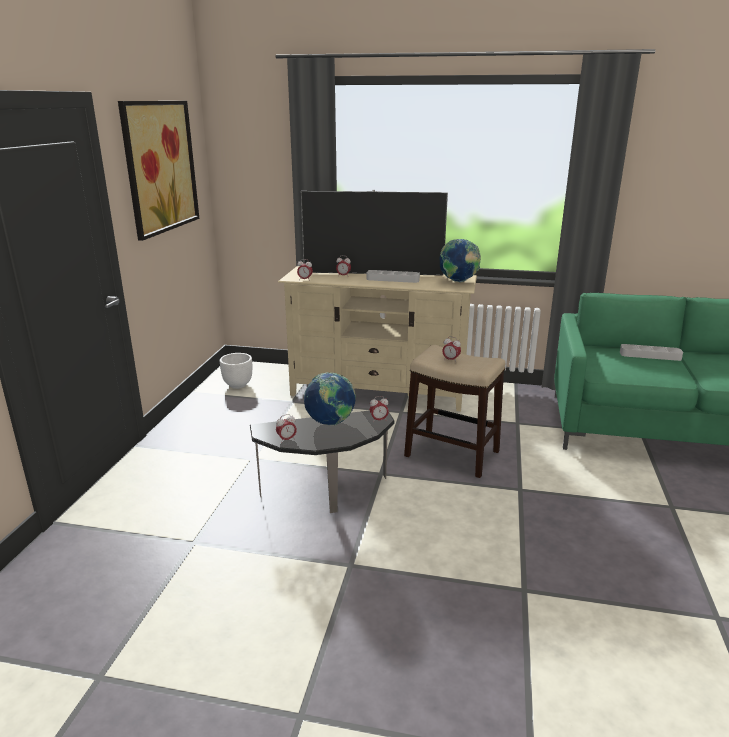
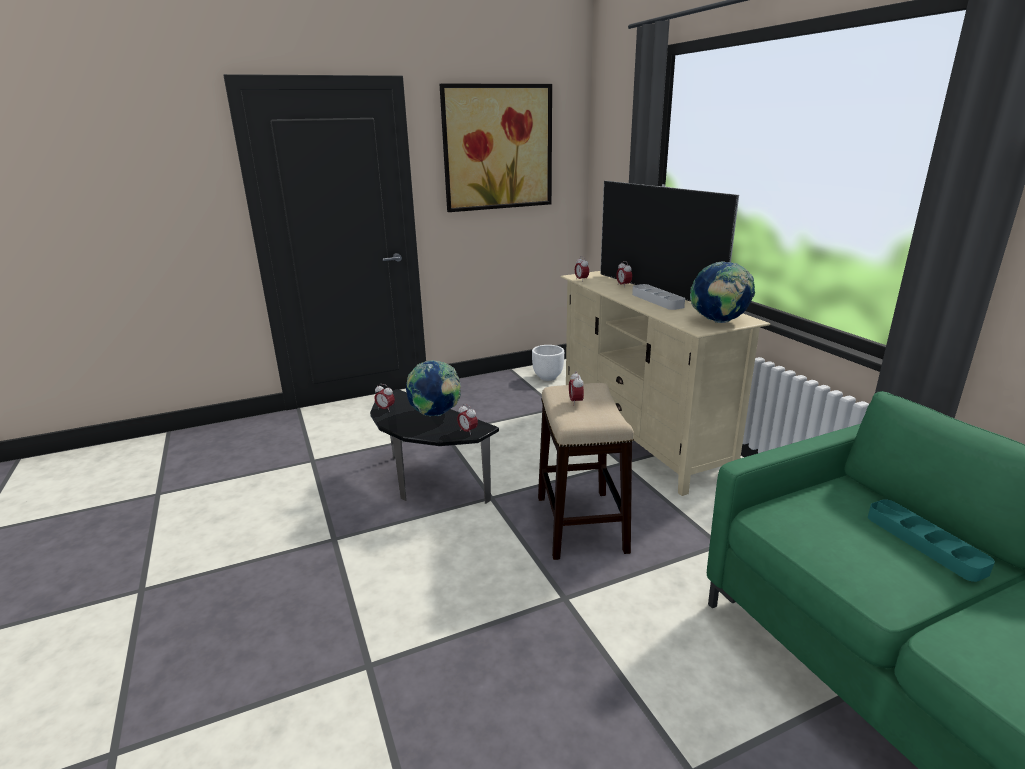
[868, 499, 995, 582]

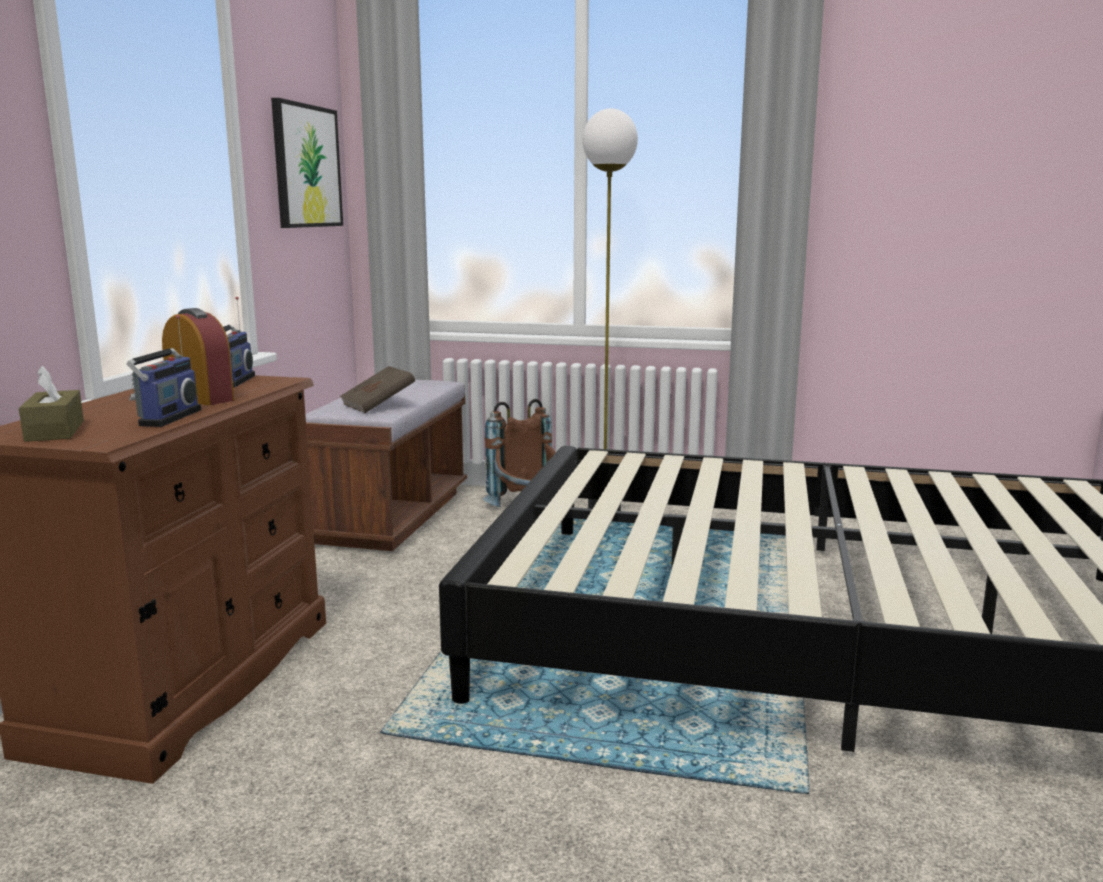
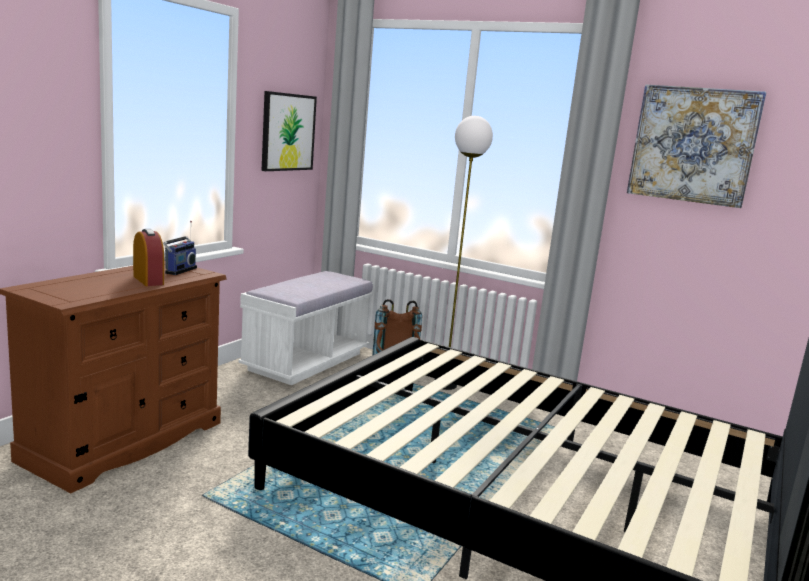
[238, 271, 374, 385]
[627, 84, 767, 208]
[19, 366, 84, 442] (first image)
[126, 315, 201, 427] (first image)
[340, 366, 415, 413] (first image)

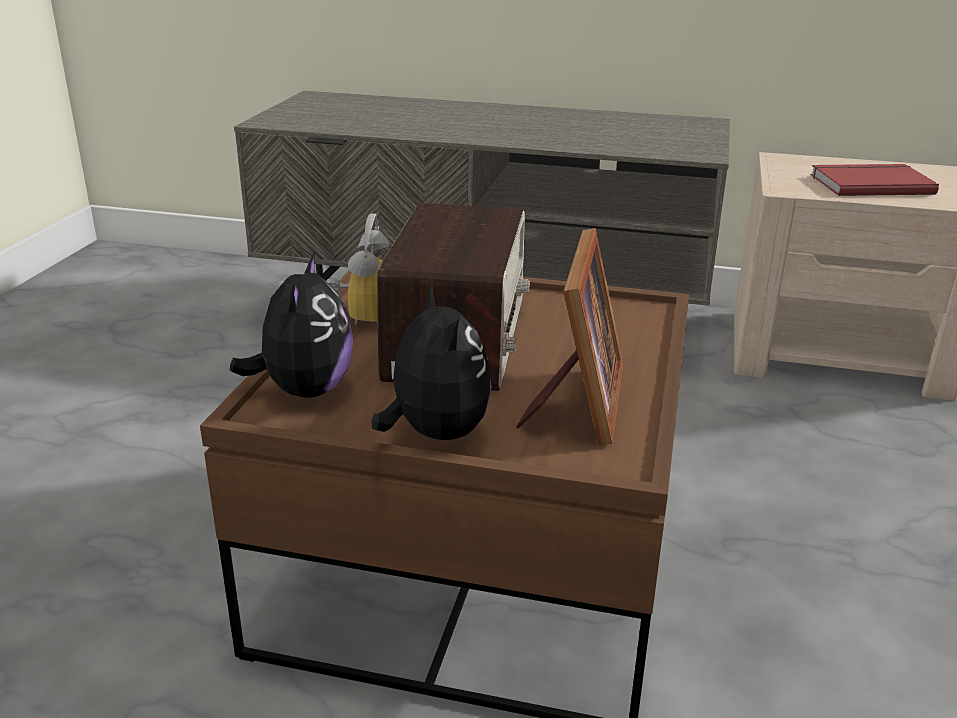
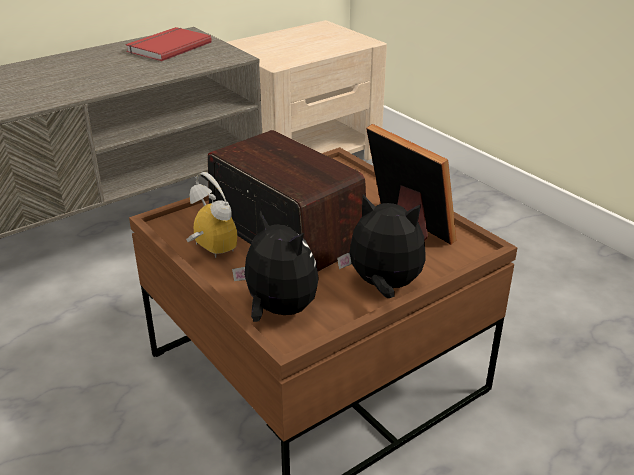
[125, 27, 212, 61]

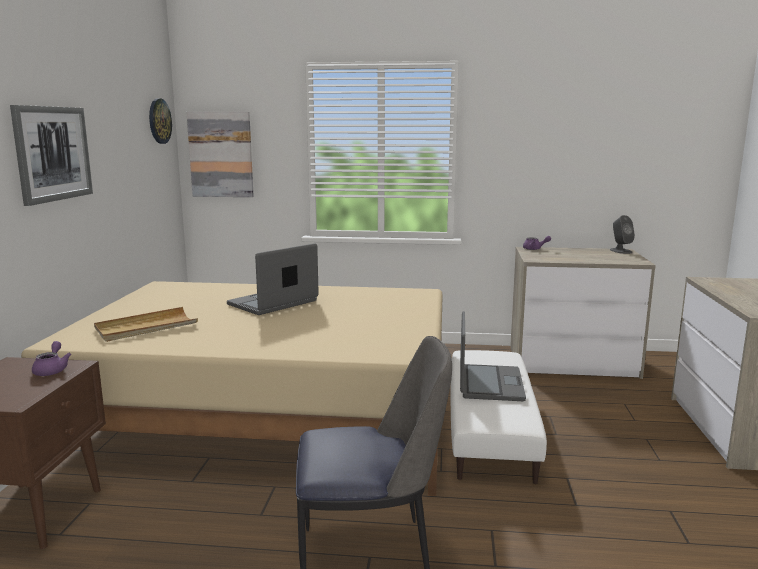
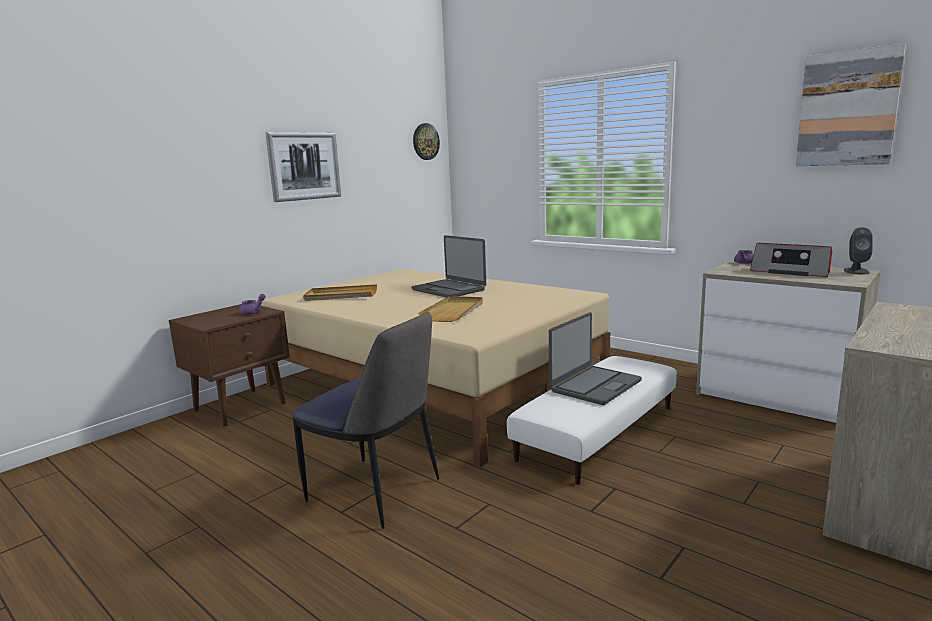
[412, 235, 486, 298]
[418, 296, 483, 322]
[750, 243, 832, 277]
[796, 43, 906, 166]

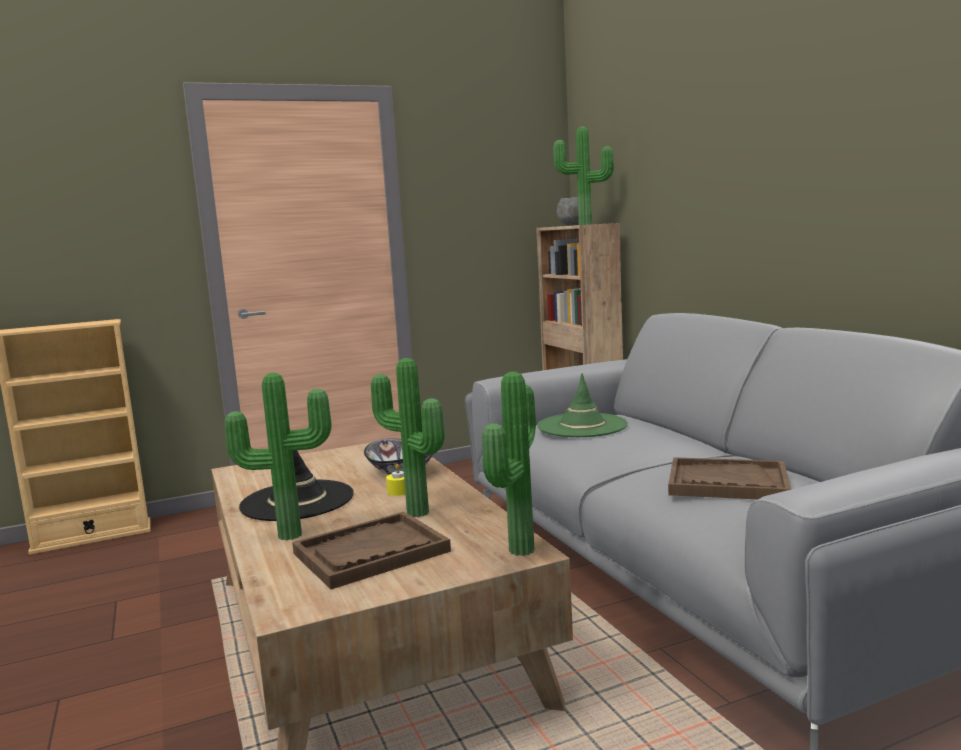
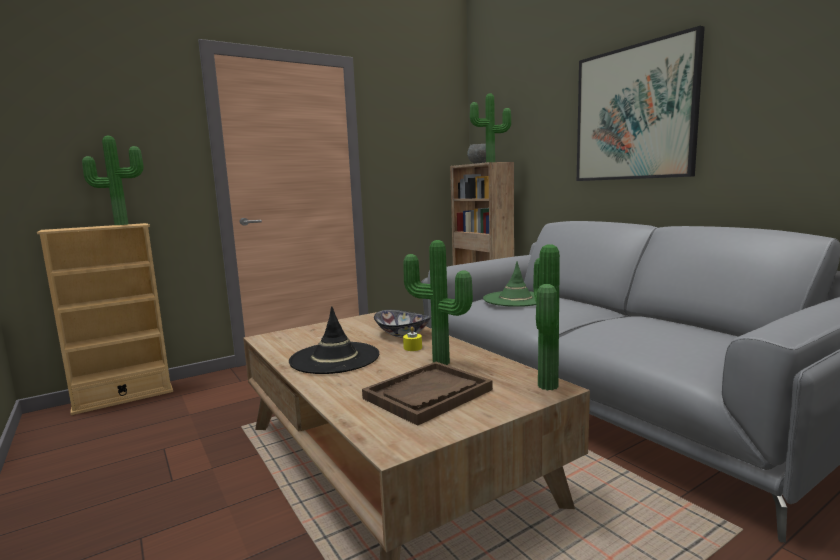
[82, 136, 144, 225]
[577, 26, 705, 181]
[668, 457, 791, 499] (first image)

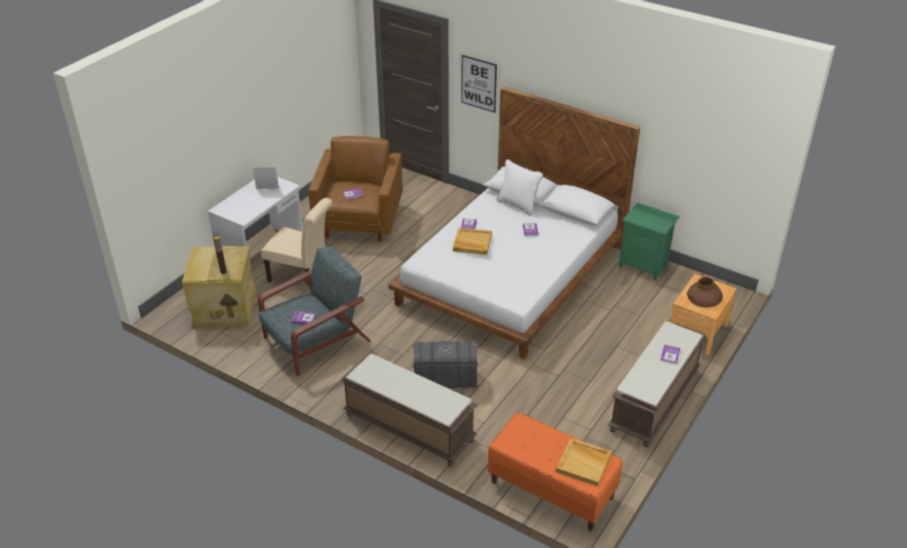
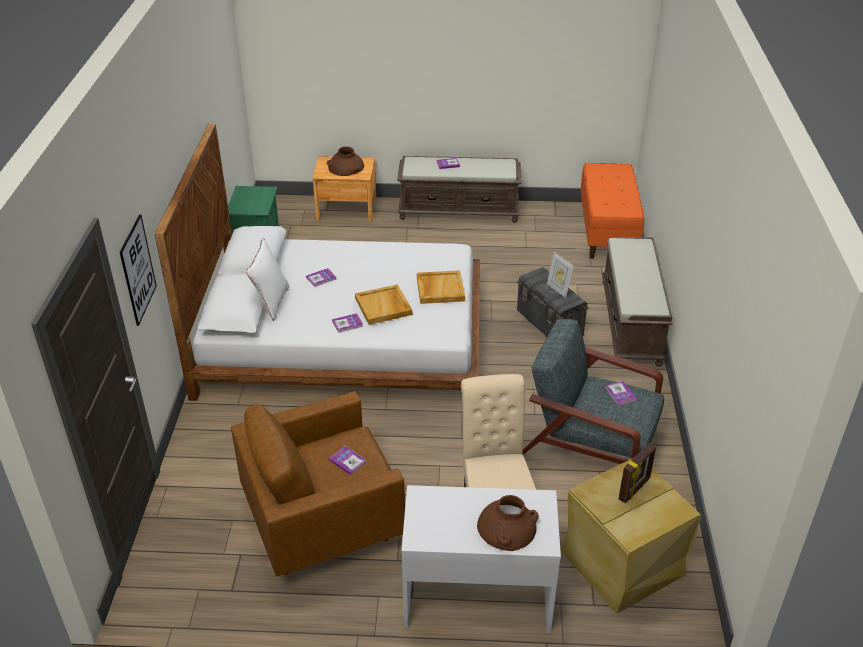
[417, 270, 465, 304]
[477, 495, 539, 551]
[547, 252, 574, 298]

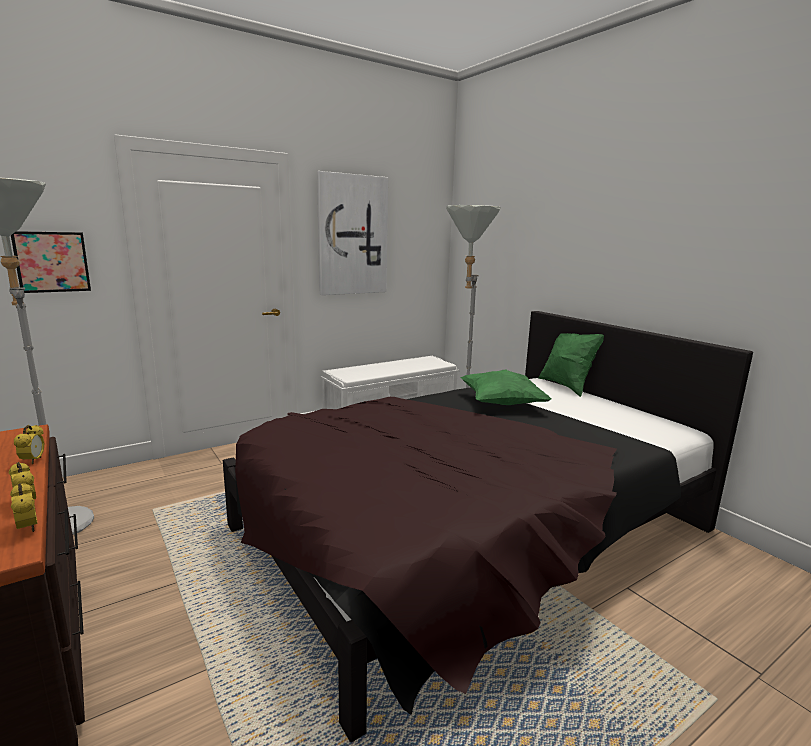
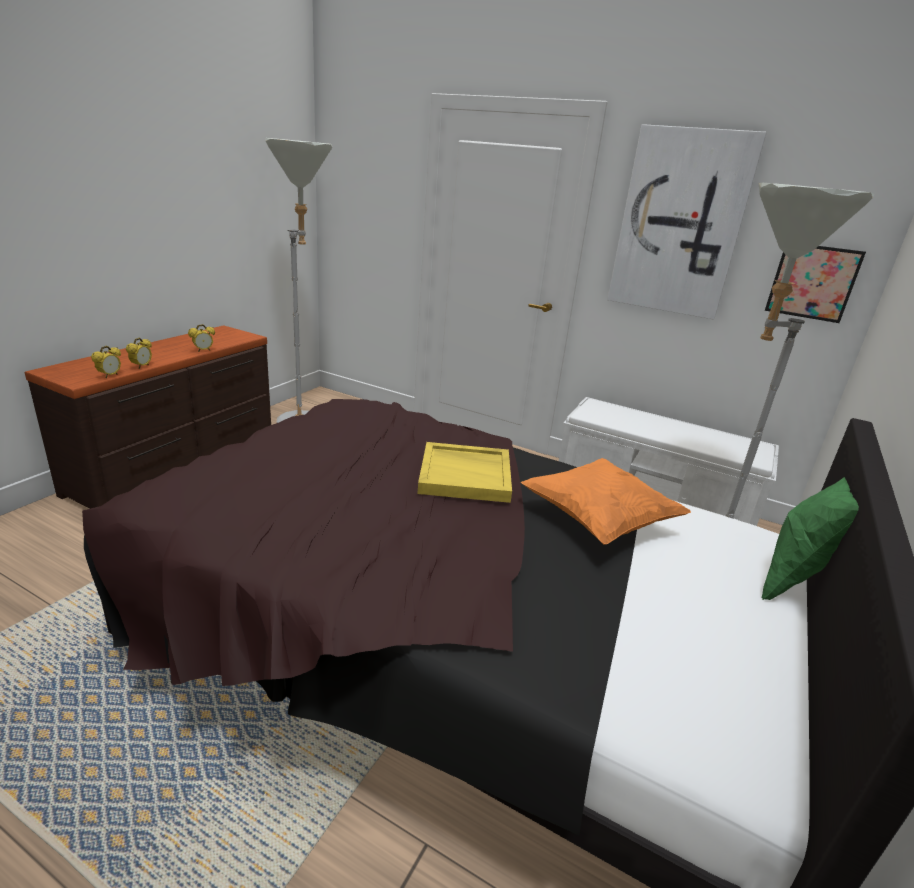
[418, 442, 512, 503]
[521, 458, 691, 545]
[765, 246, 866, 323]

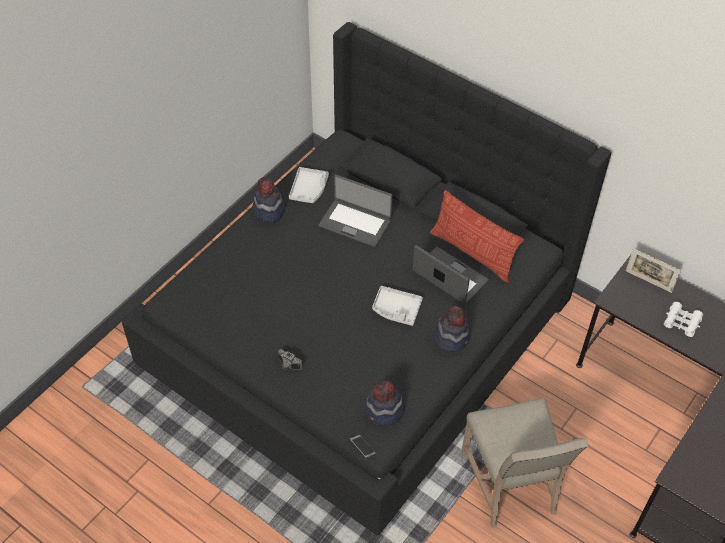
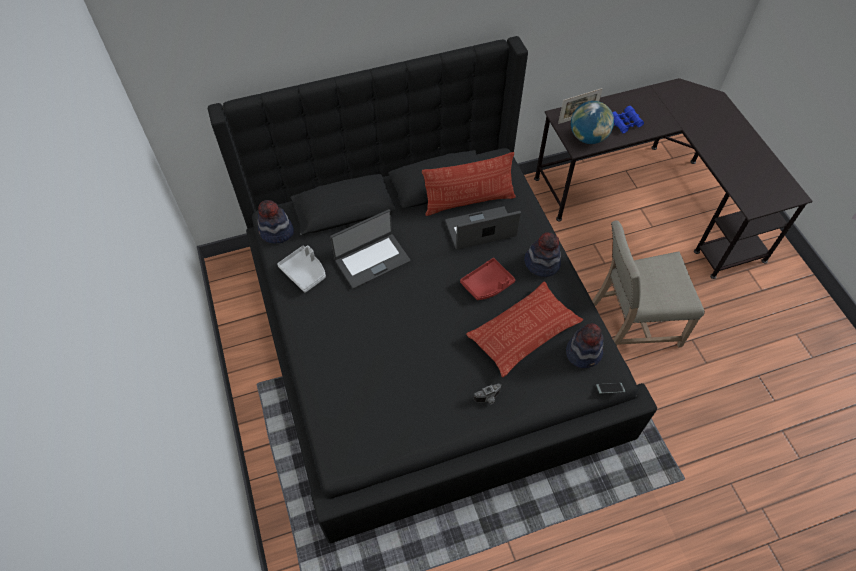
[257, 200, 294, 244]
[460, 258, 515, 300]
[466, 281, 583, 377]
[571, 101, 614, 144]
[592, 220, 705, 348]
[612, 106, 644, 133]

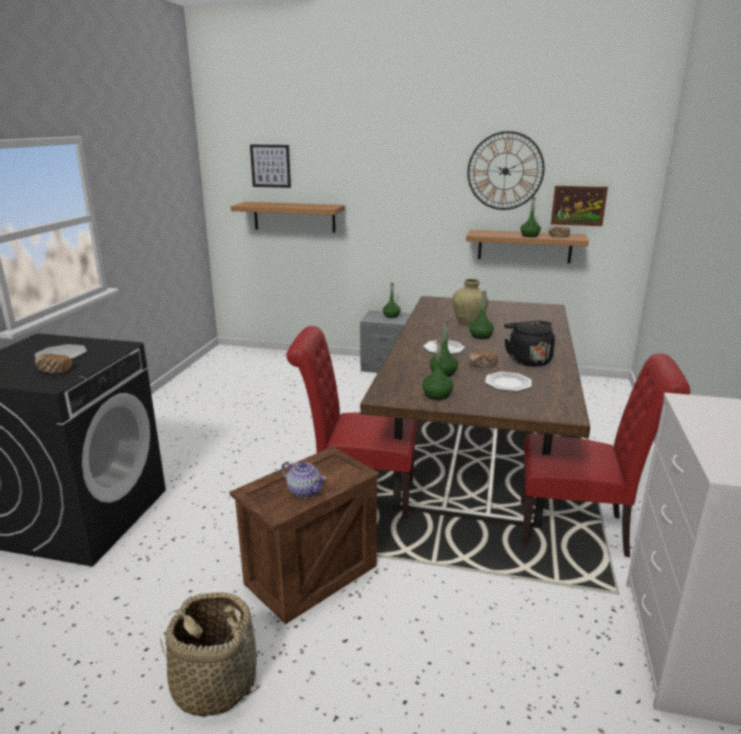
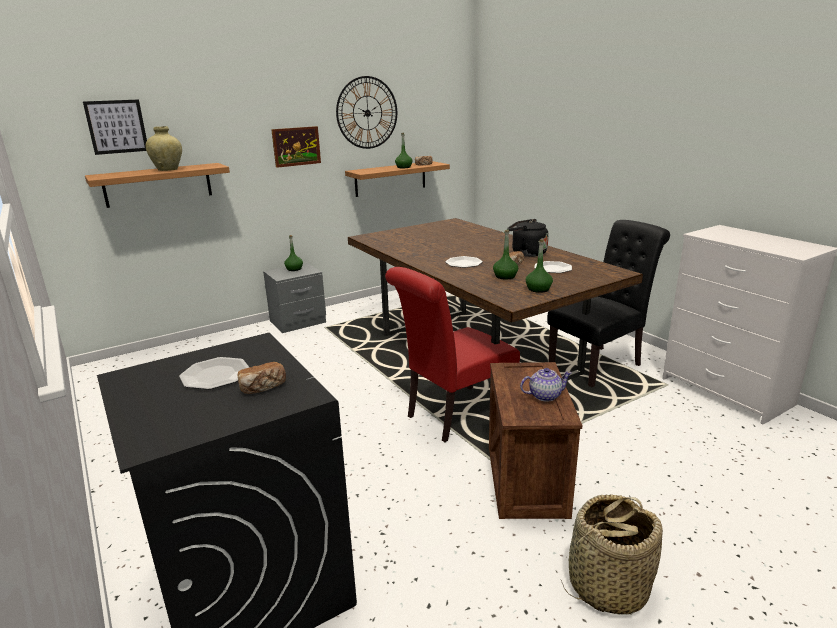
[146, 126, 182, 171]
[271, 126, 321, 168]
[547, 220, 670, 387]
[469, 291, 494, 339] (first image)

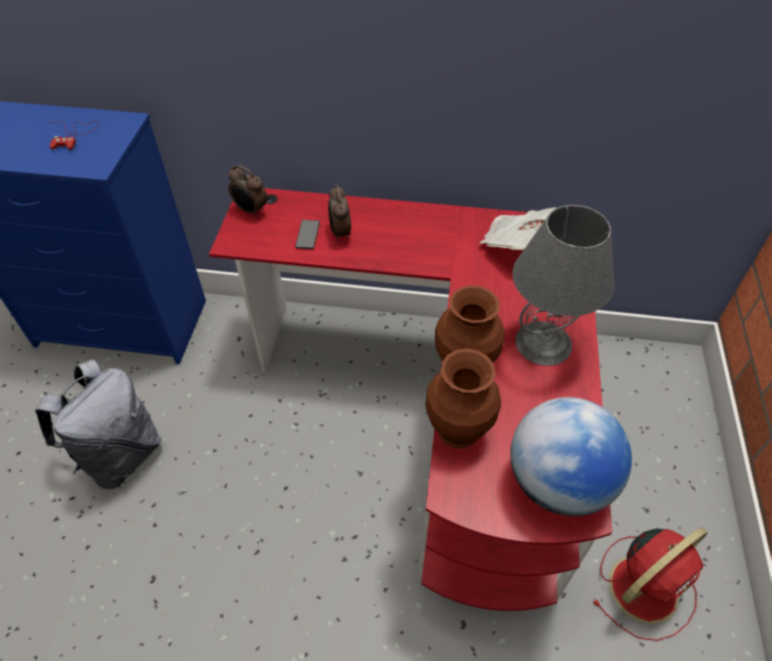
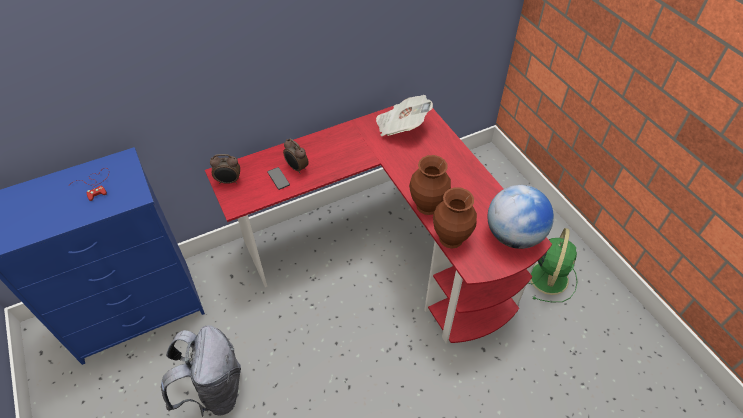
[528, 228, 578, 302]
[512, 205, 614, 366] (first image)

